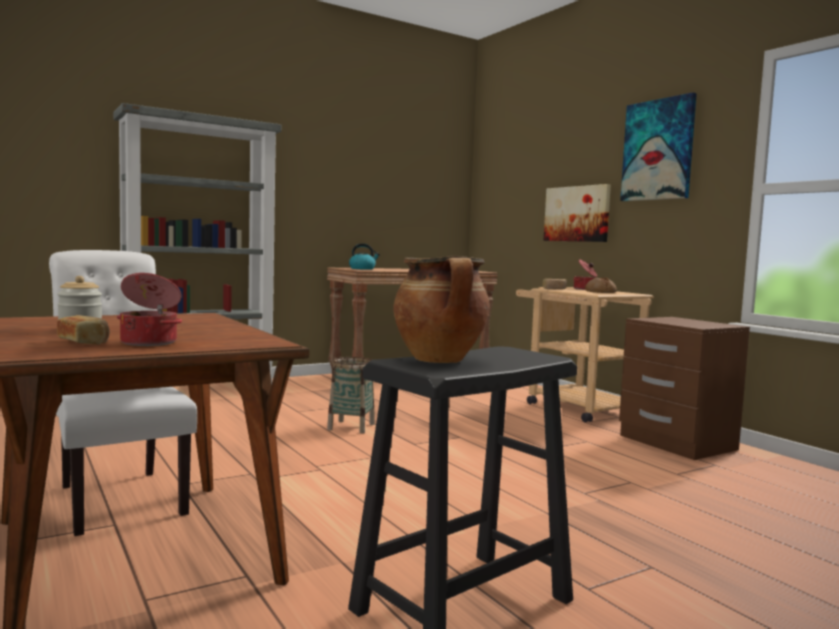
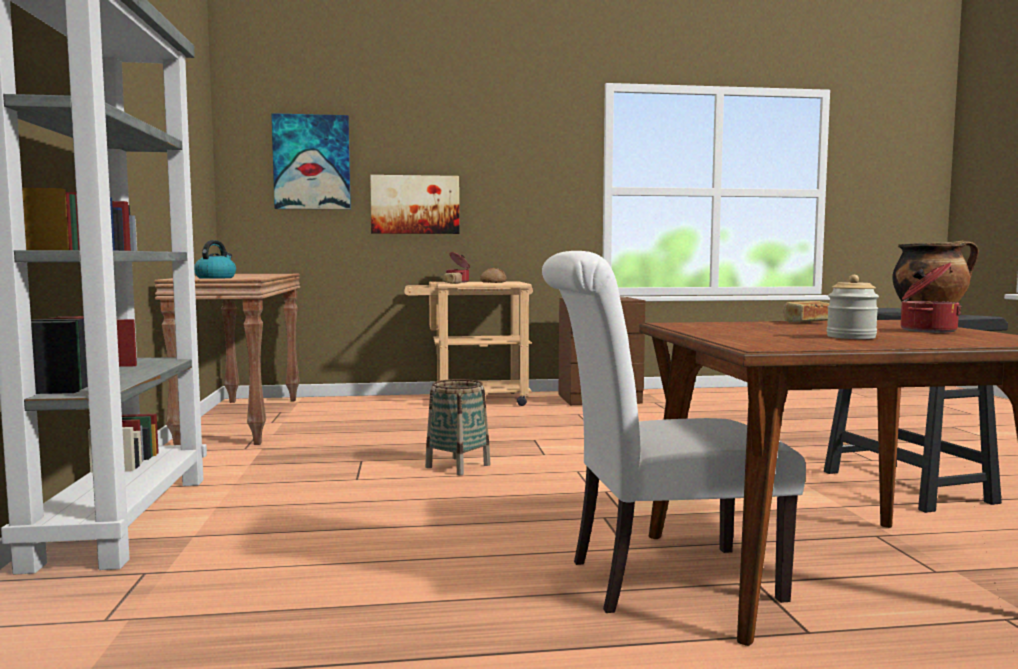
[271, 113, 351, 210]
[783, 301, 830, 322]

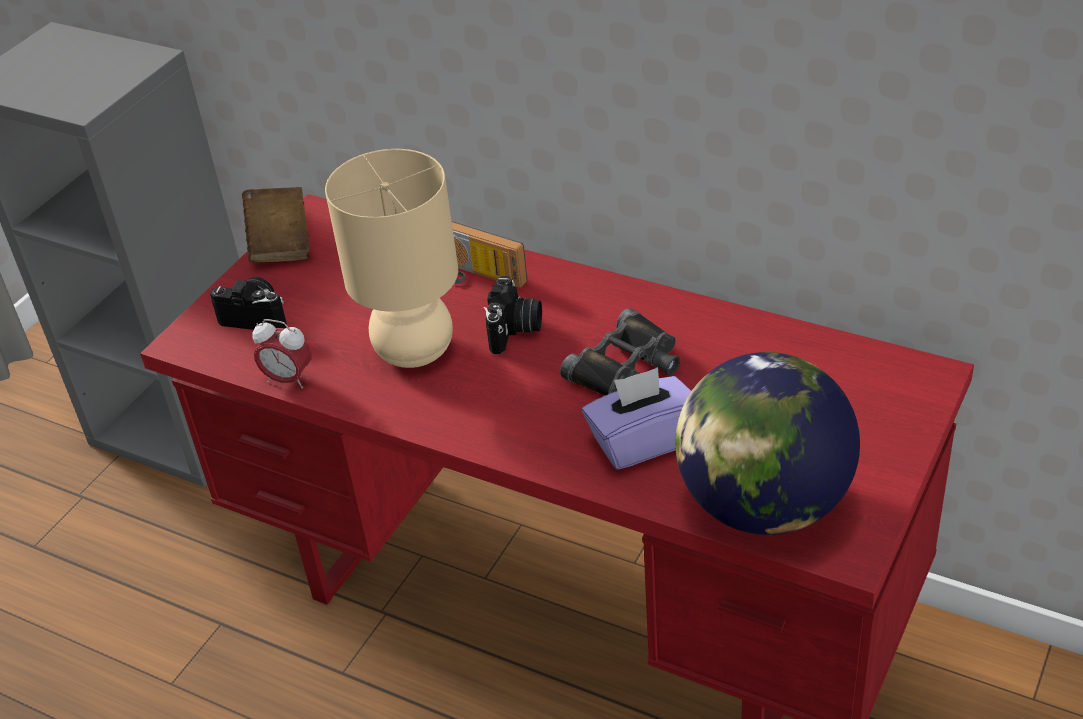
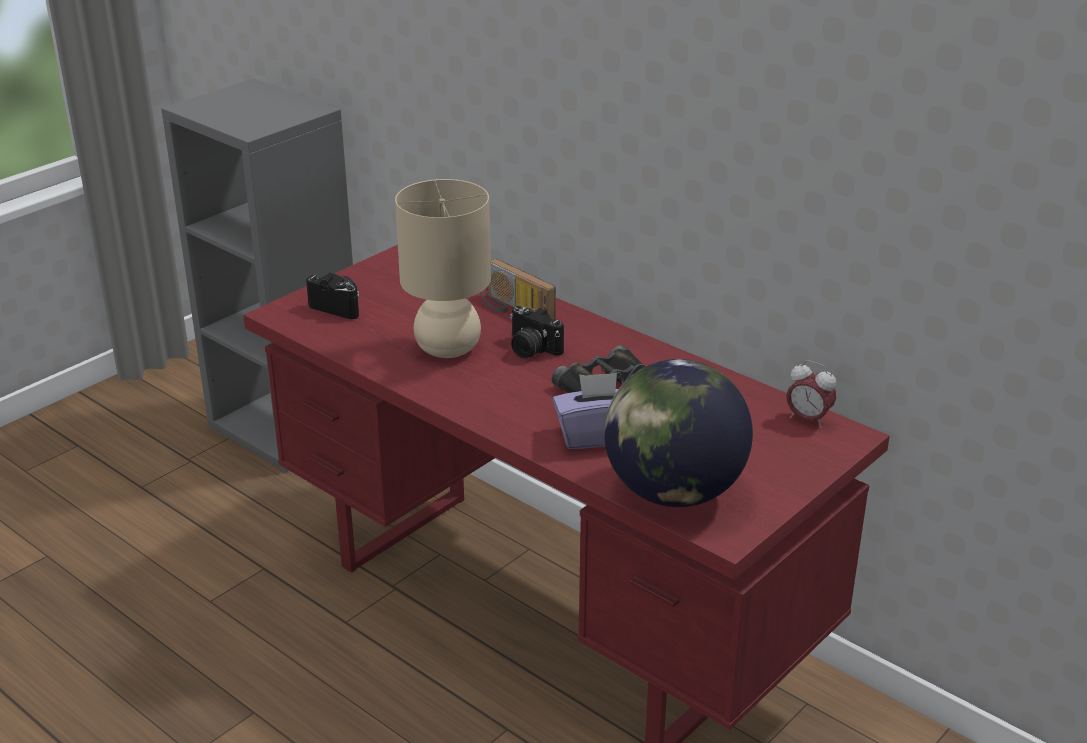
[510, 306, 564, 358]
[786, 361, 836, 428]
[242, 187, 310, 263] (first image)

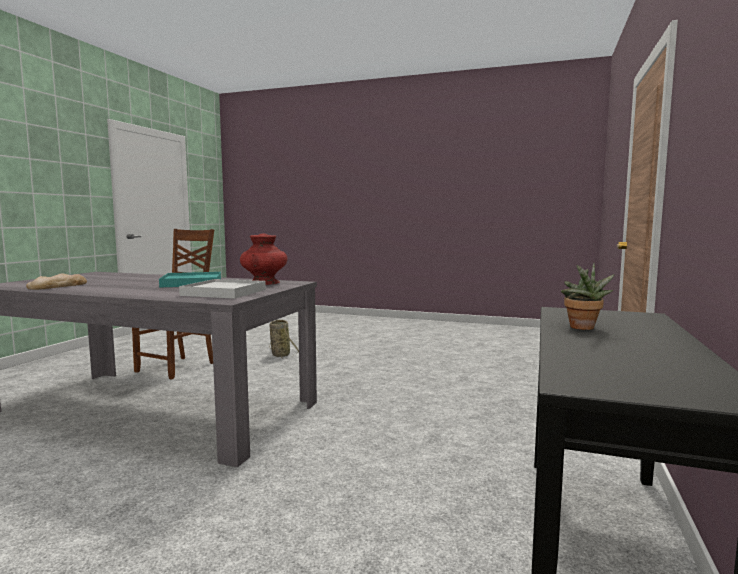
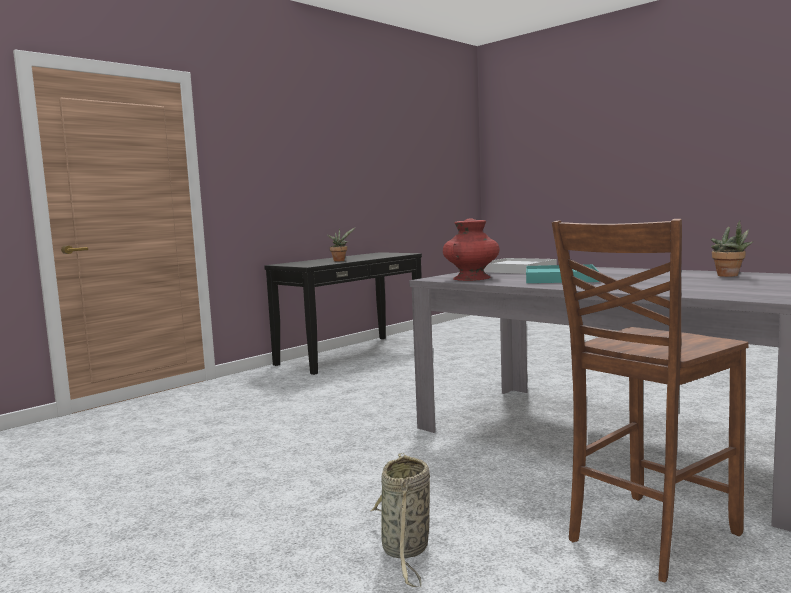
[711, 220, 753, 277]

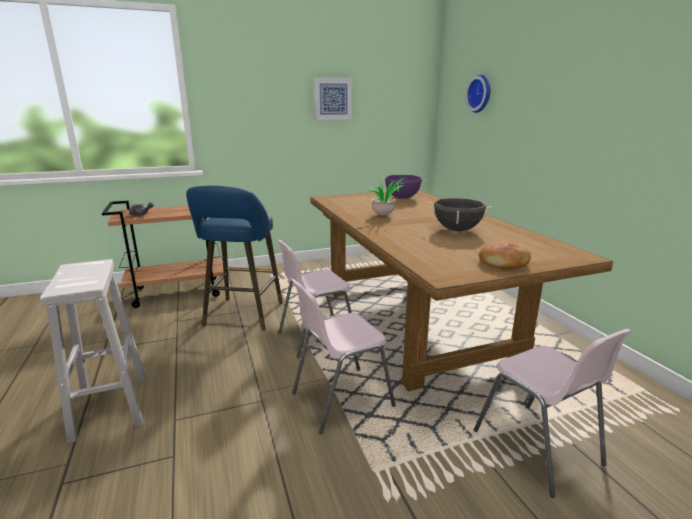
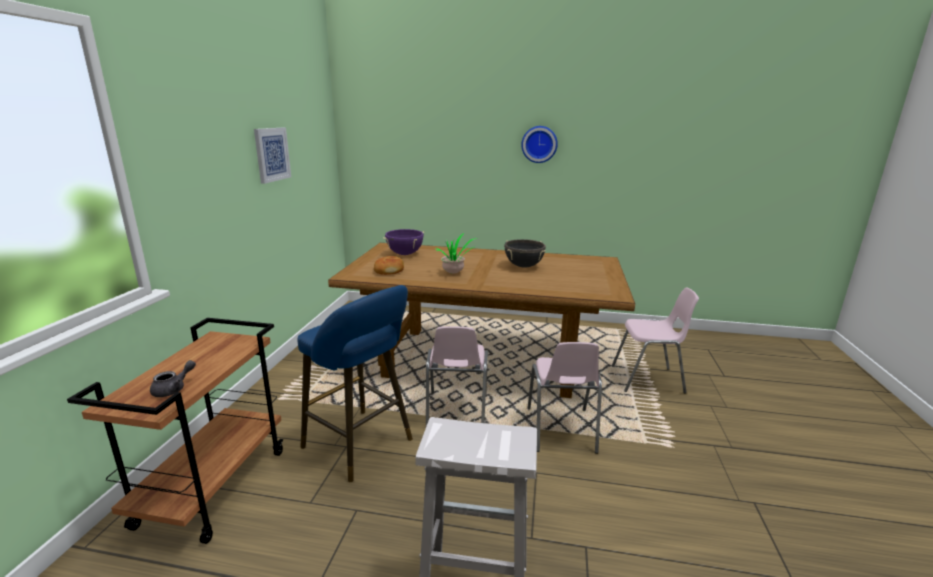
[374, 256, 404, 275]
[521, 126, 558, 163]

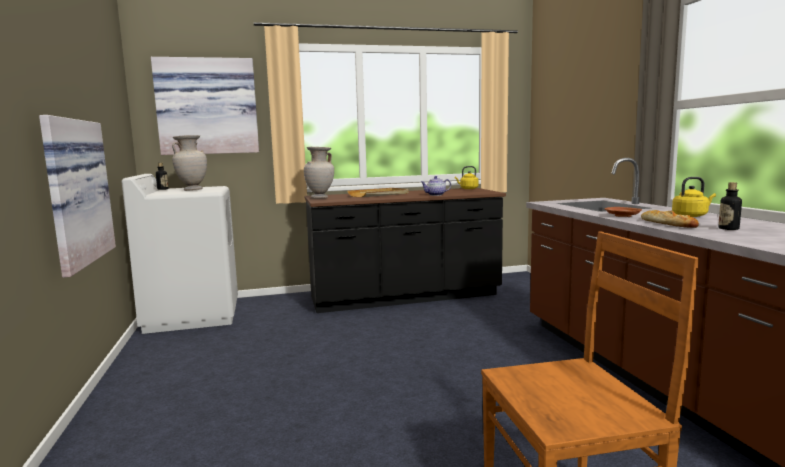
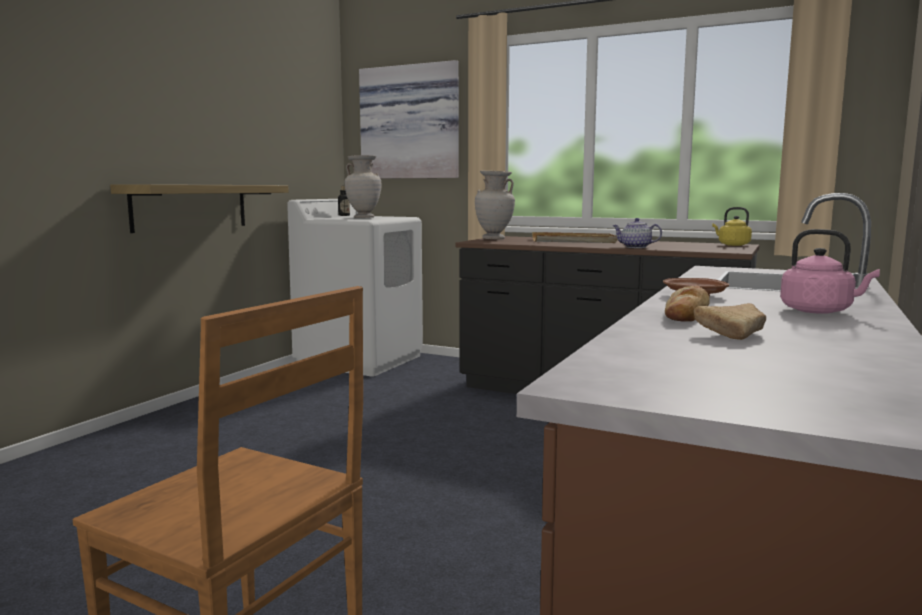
[110, 184, 289, 233]
[694, 303, 766, 340]
[780, 229, 880, 314]

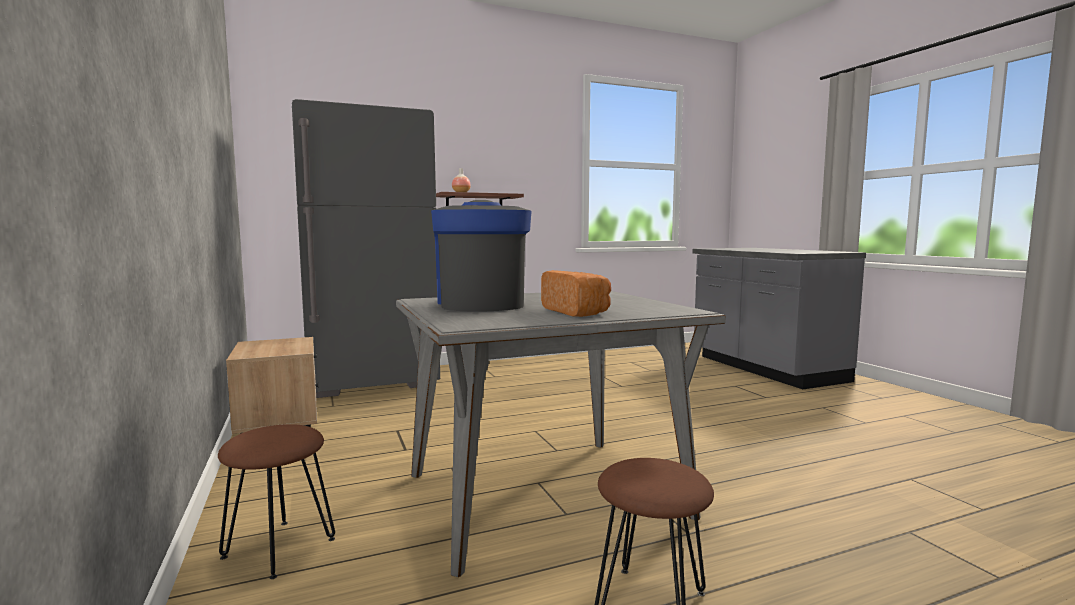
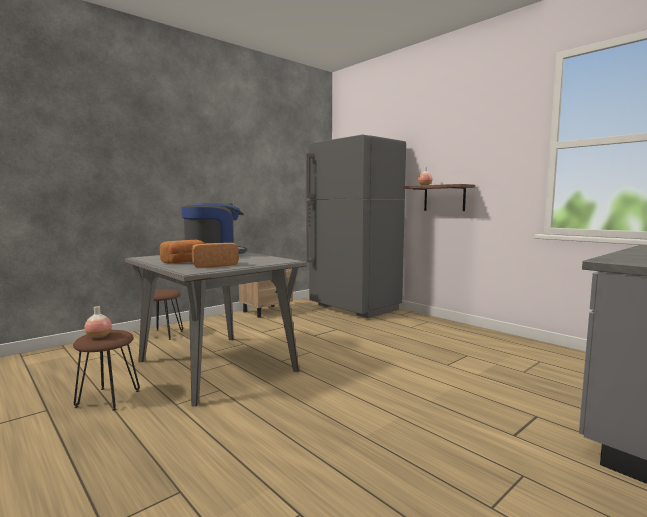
[84, 306, 112, 338]
[191, 243, 239, 268]

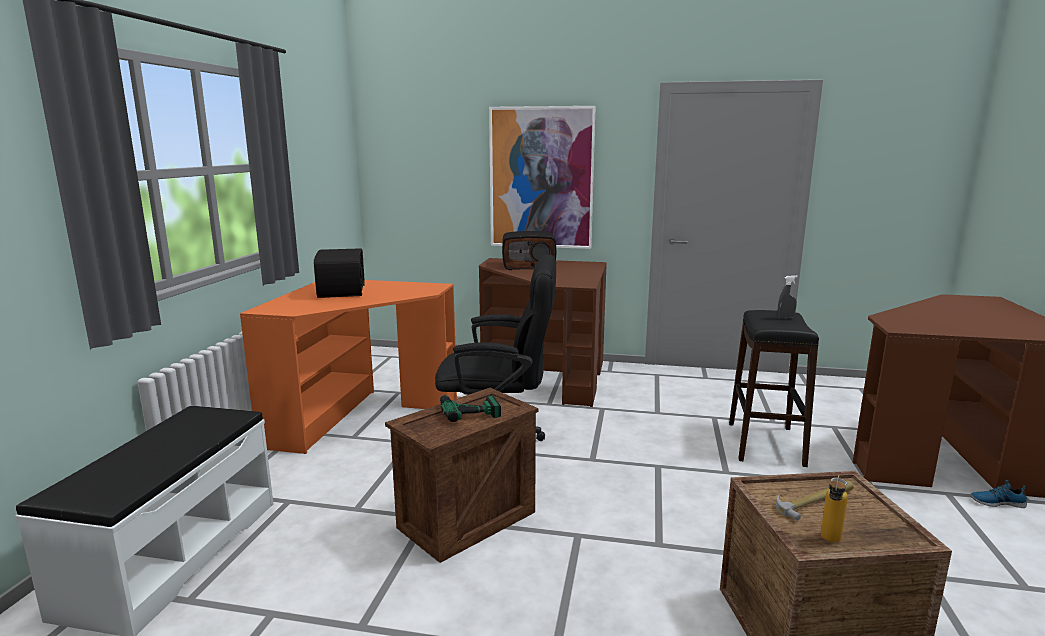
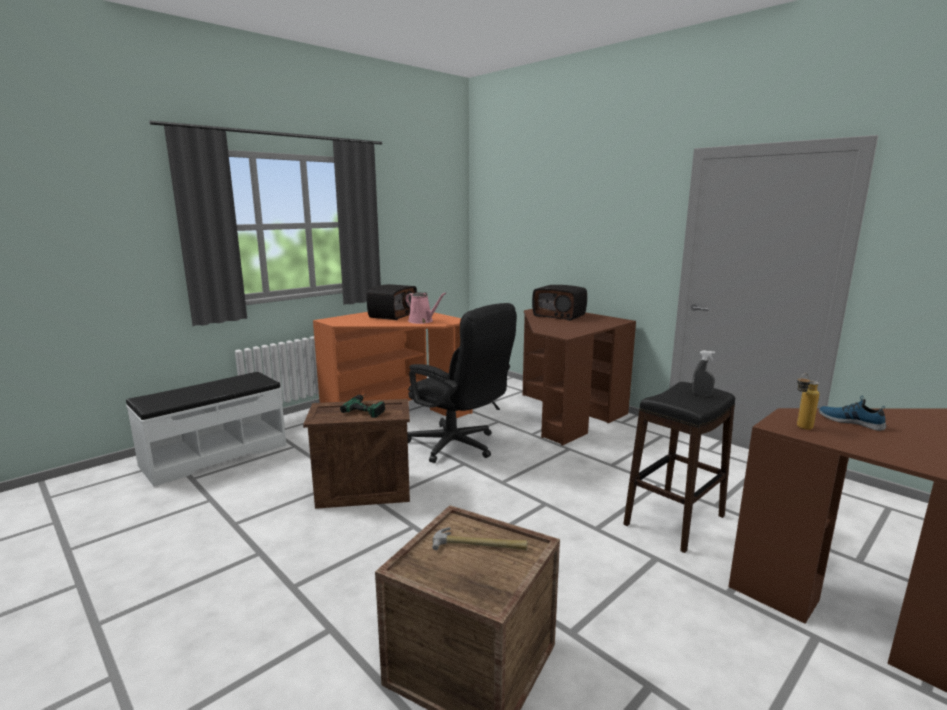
[405, 292, 446, 324]
[797, 373, 819, 430]
[819, 396, 886, 431]
[489, 106, 596, 249] (first image)

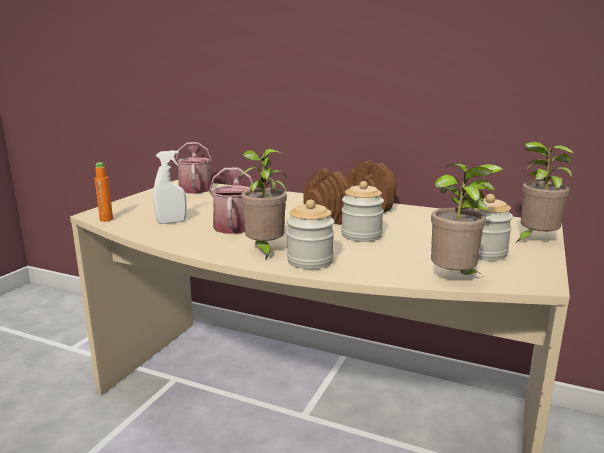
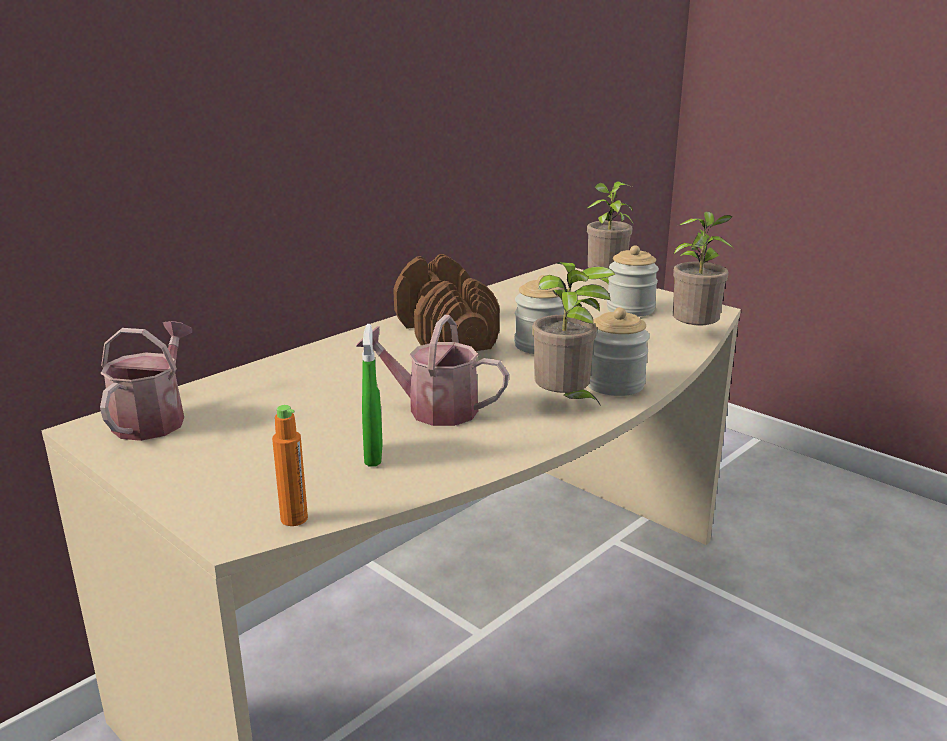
[100, 321, 192, 441]
[362, 324, 383, 467]

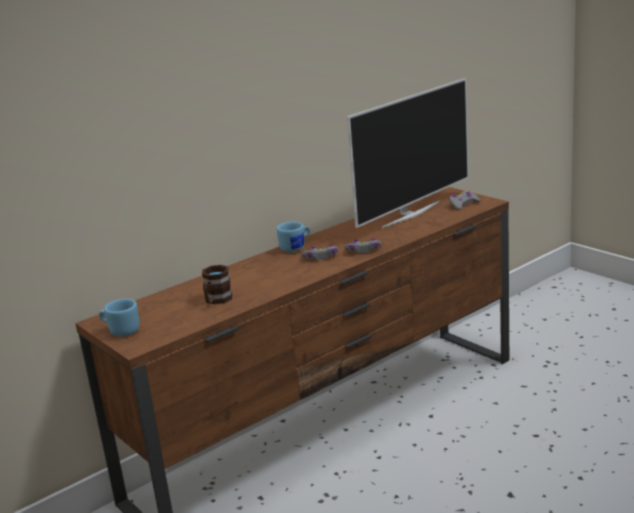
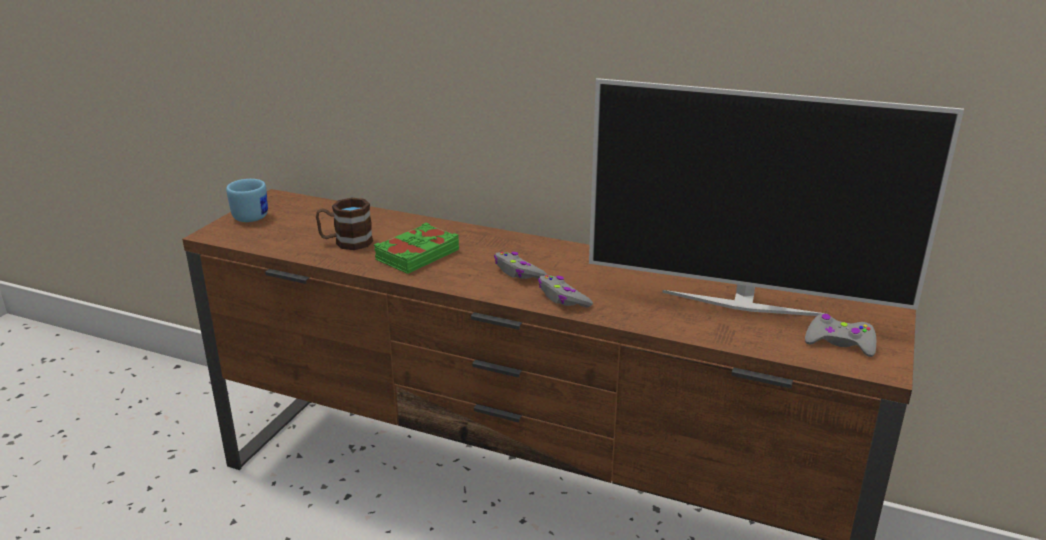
[374, 223, 459, 274]
[277, 222, 310, 252] (first image)

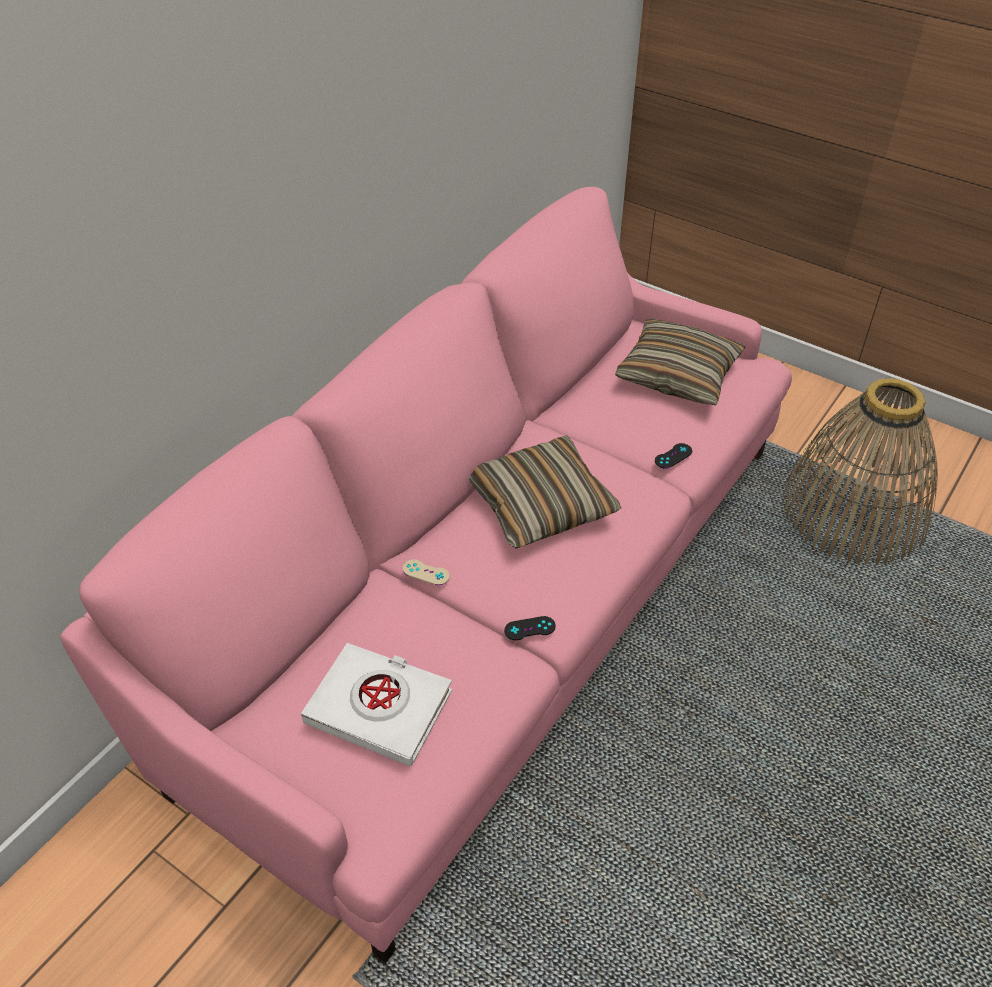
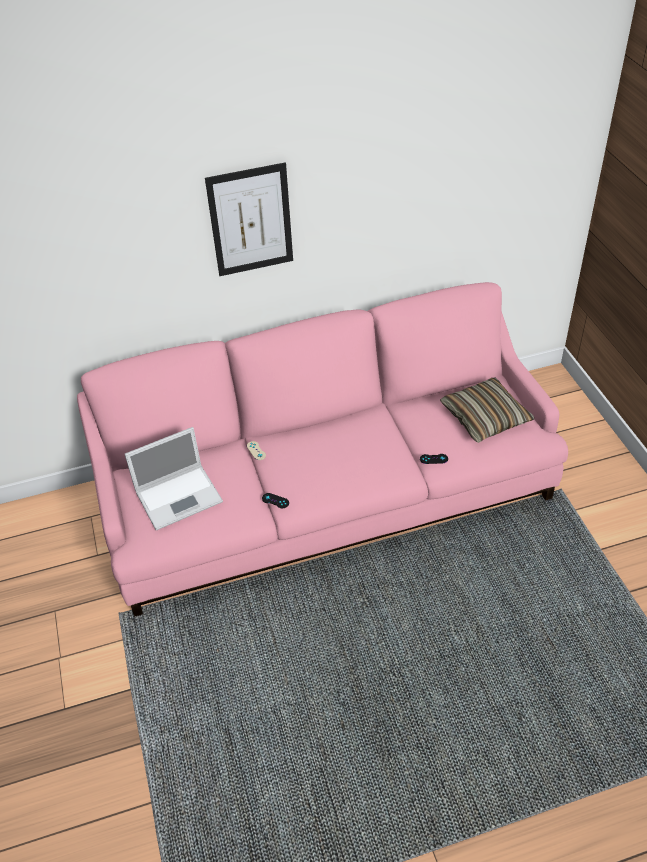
[125, 427, 223, 531]
[205, 163, 293, 276]
[469, 436, 621, 548] (first image)
[782, 378, 938, 565] (first image)

